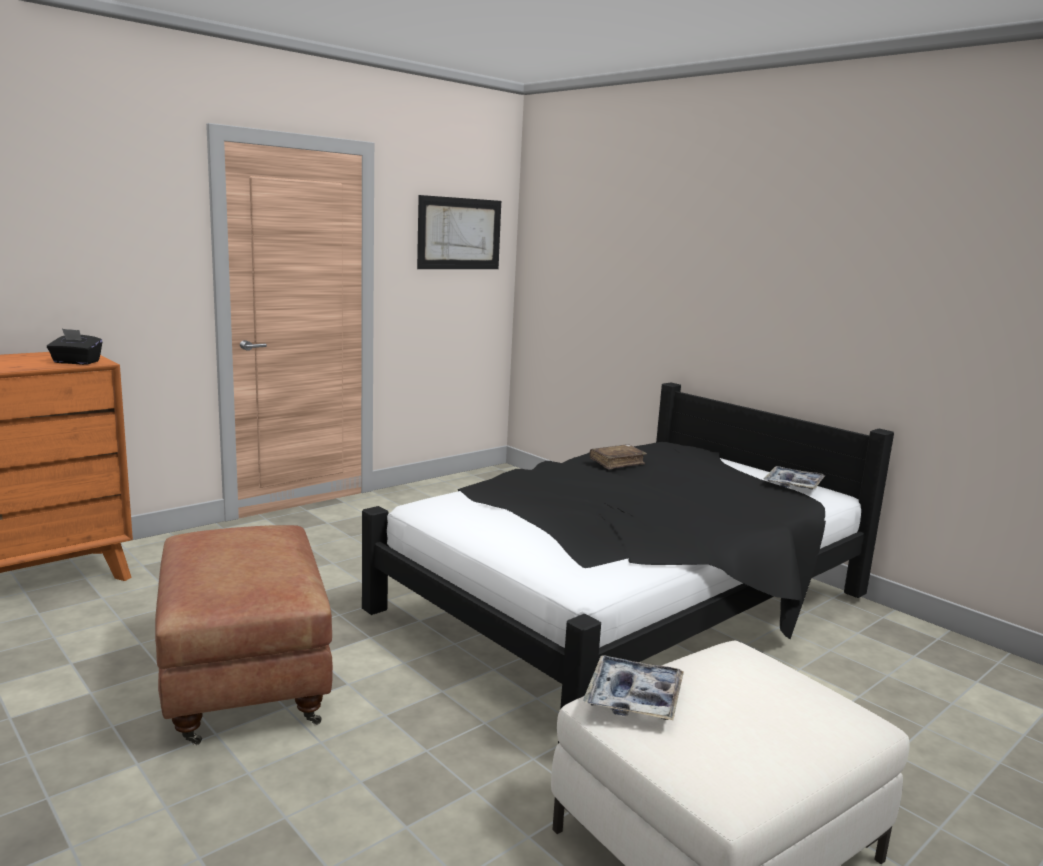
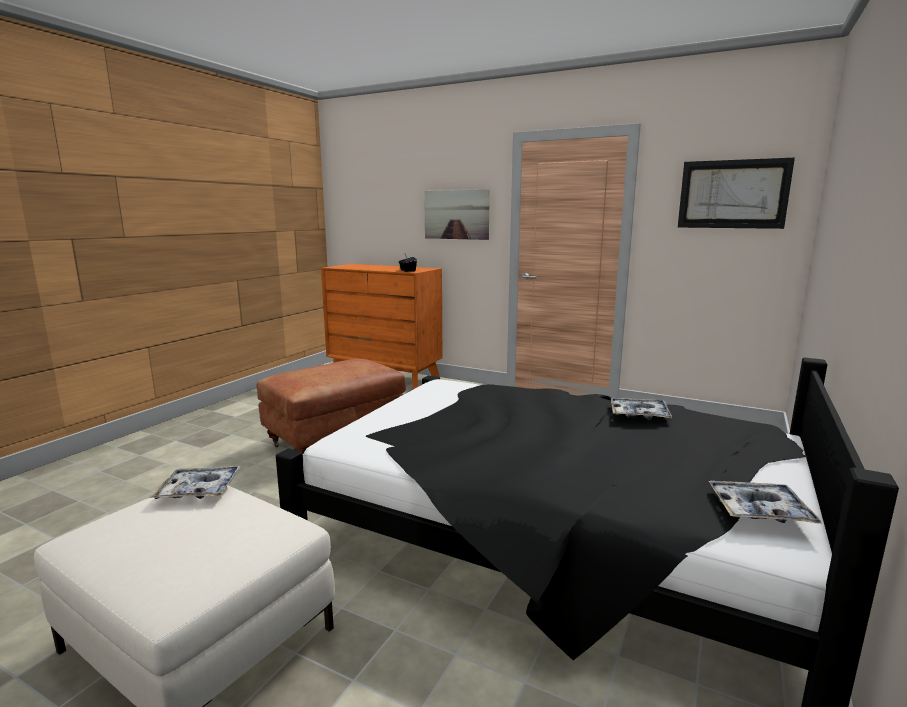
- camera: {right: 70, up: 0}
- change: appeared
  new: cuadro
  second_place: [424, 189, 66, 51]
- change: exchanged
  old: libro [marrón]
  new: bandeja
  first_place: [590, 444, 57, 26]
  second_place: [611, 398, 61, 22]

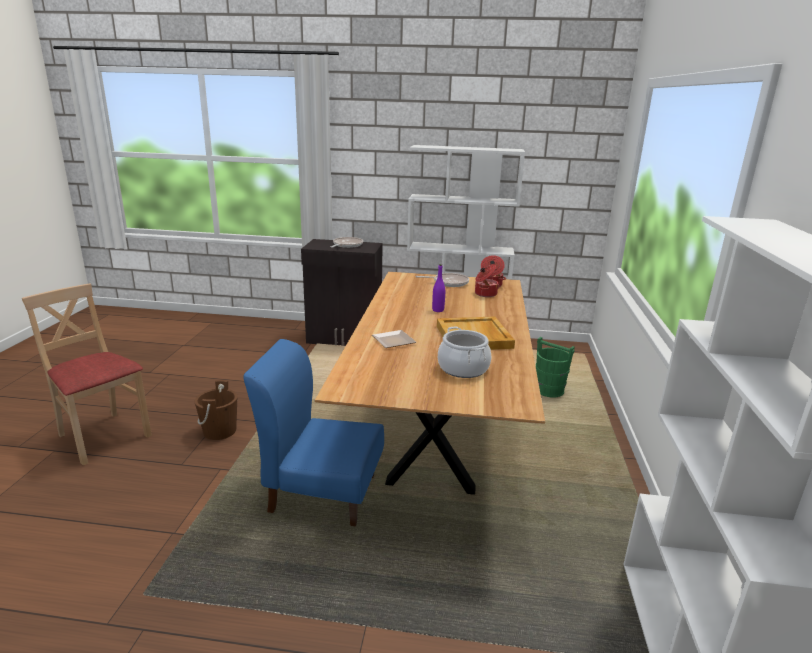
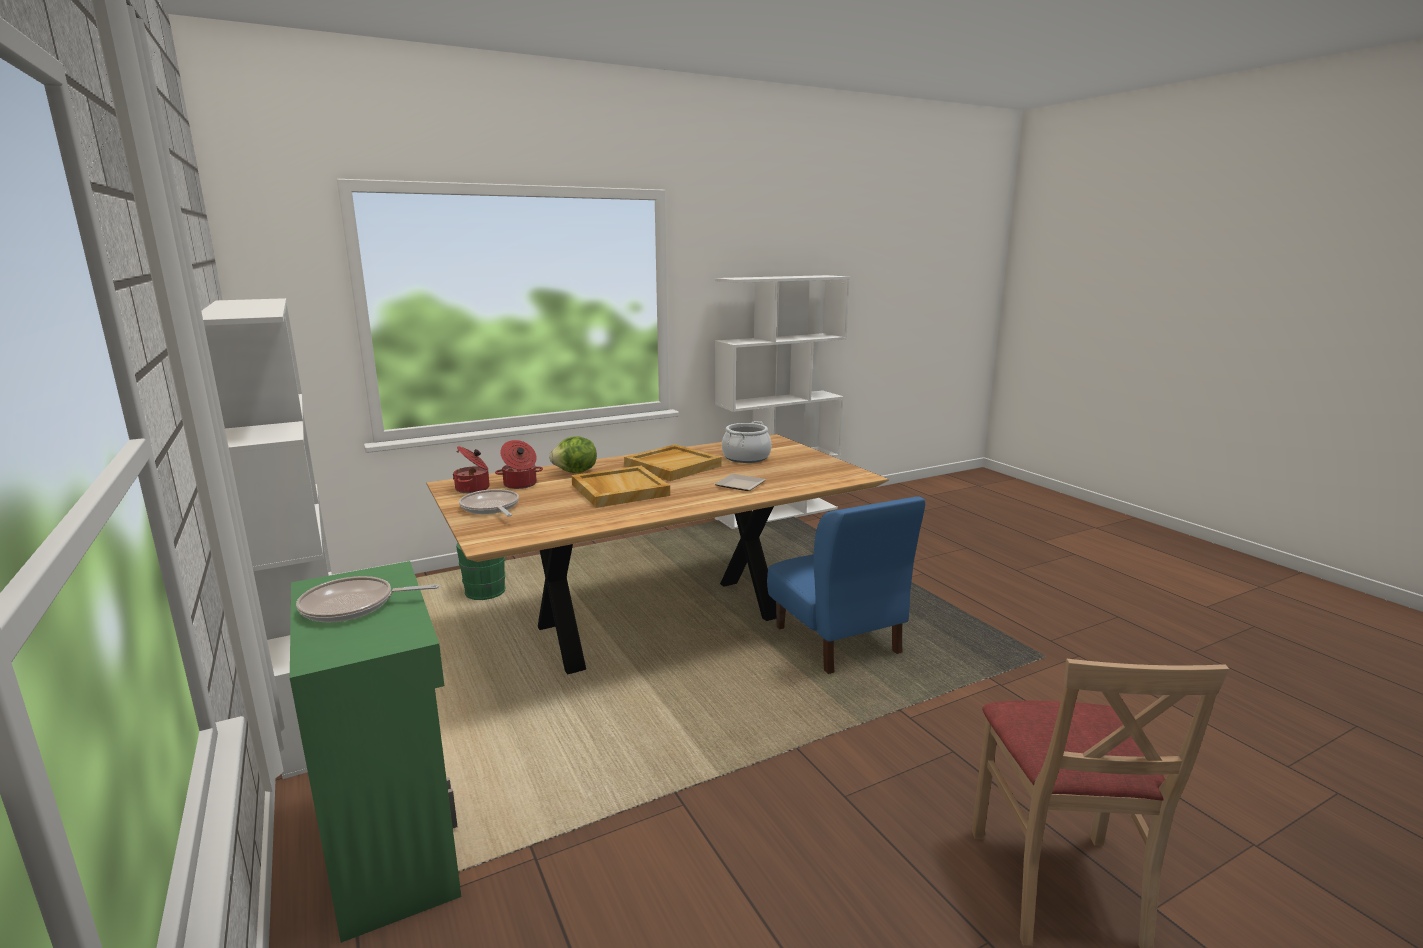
- camera: {right: -125, up: -5}
- change: missing
  old: cubo [marrón]
  first_place: [194, 380, 44, 60]
- change: appeared
  new: lechuga
  second_place: [549, 436, 48, 37]
- change: exchanged
  old: botella [morado]
  new: bandeja [beis]
  first_place: [432, 264, 13, 48]
  second_place: [572, 466, 98, 42]
- change: colour
  old: armario [negro]
  new: armario [verde]
  first_place: [301, 239, 82, 107]
  second_place: [290, 561, 171, 382]

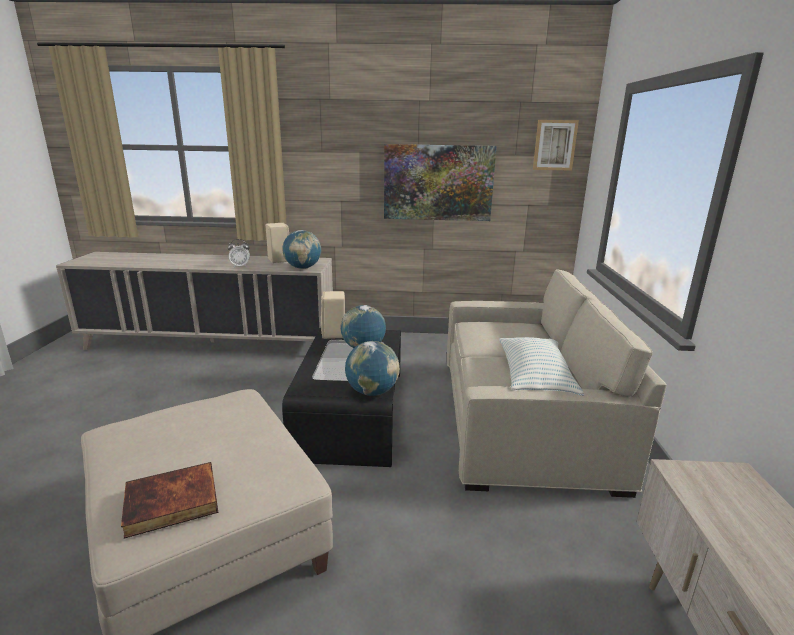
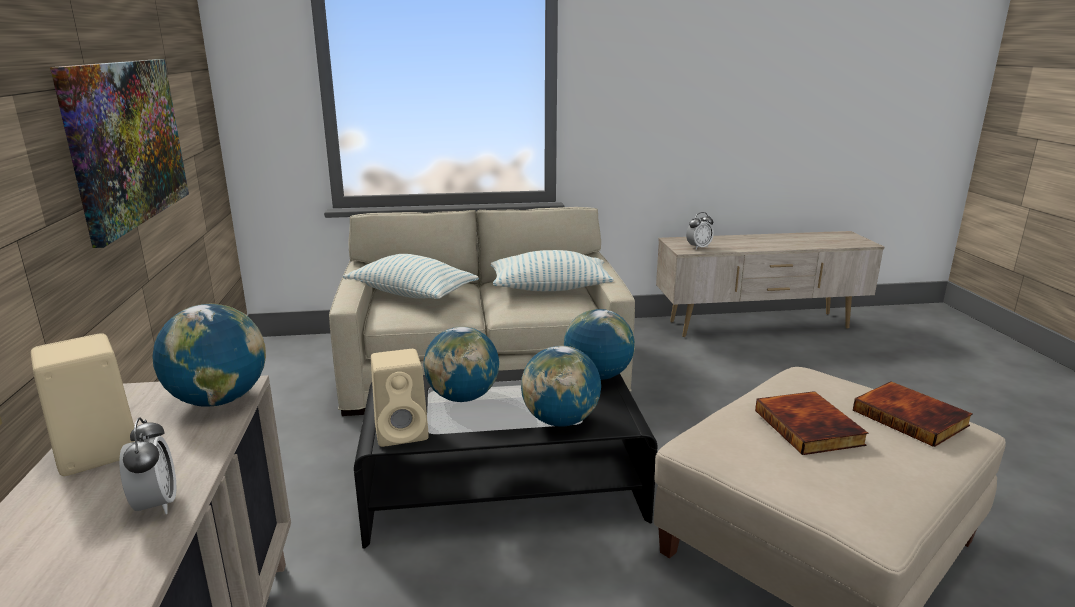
- camera: {right: -100, up: 0}
- change: missing
  old: cuadro
  first_place: [533, 120, 46, 51]
- change: appeared
  new: cojín
  second_place: [343, 254, 136, 45]
- change: appeared
  new: globo terráqueo
  second_place: [521, 346, 80, 81]
- change: appeared
  new: despertador
  second_place: [686, 212, 28, 37]
- change: appeared
  new: libro
  second_place: [755, 391, 113, 64]

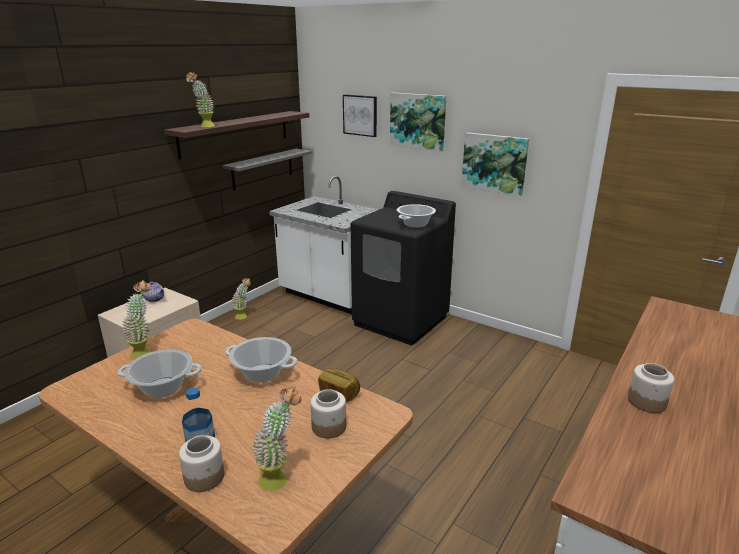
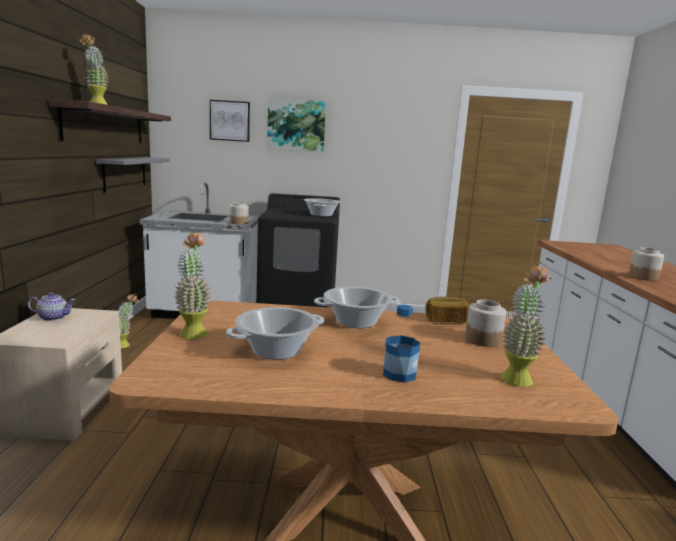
- camera: {right: -35, up: -10}
- change: missing
  old: cuadro
  first_place: [461, 132, 68, 64]
- change: relocated
  old: tarro
  first_place: [179, 435, 45, 57]
  second_place: [230, 202, 19, 22]

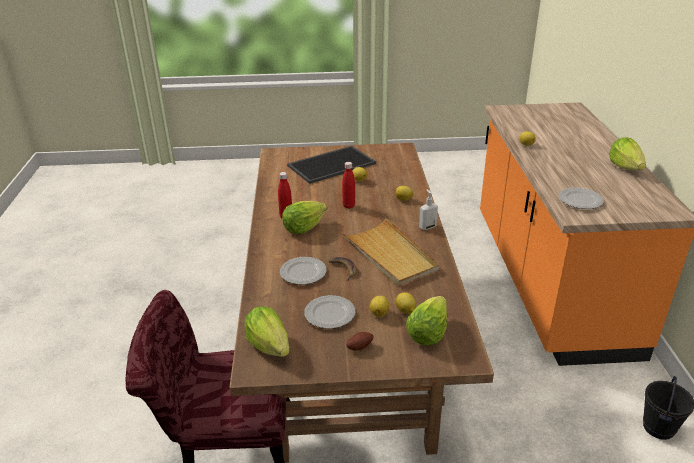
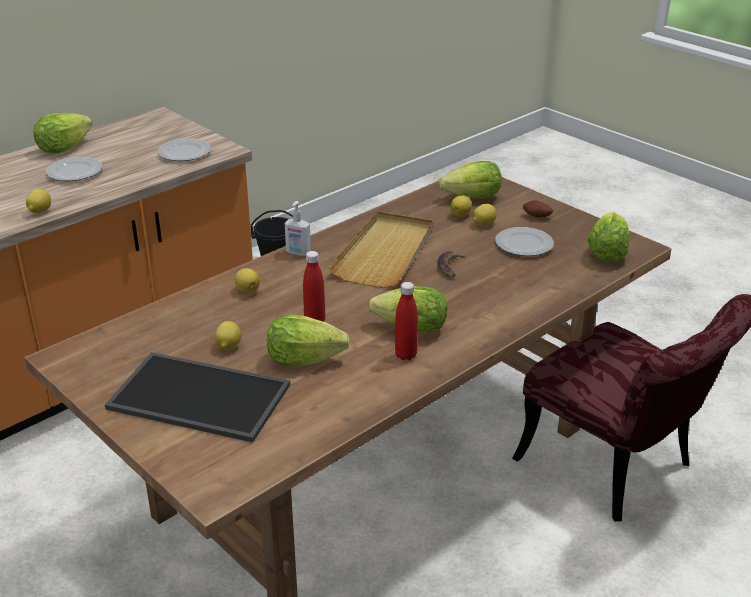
- camera: {right: -130, up: 0}
- change: appeared
  new: lechuga
  second_place: [267, 315, 83, 52]
- change: relocated
  old: plato
  first_place: [280, 257, 47, 28]
  second_place: [46, 157, 56, 24]

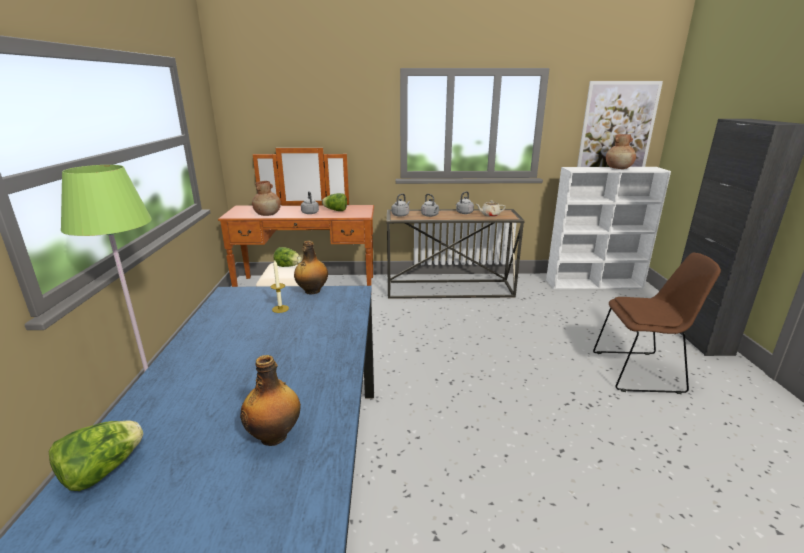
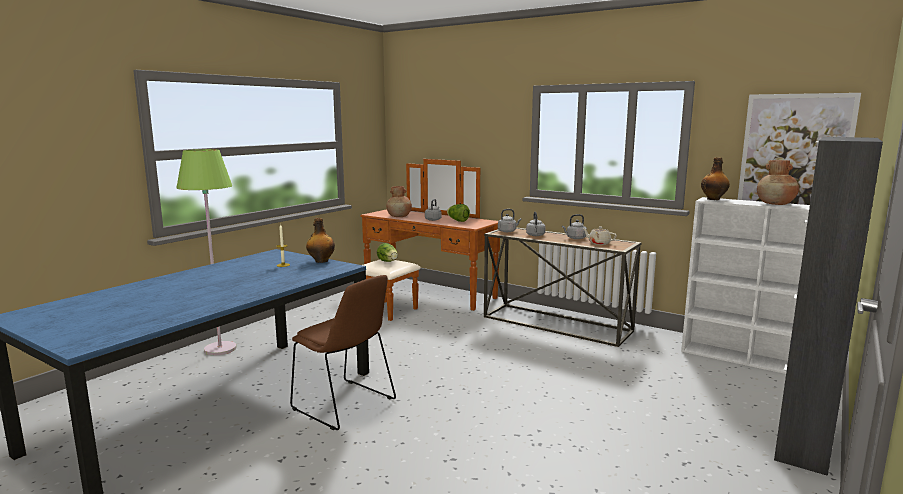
- camera: {right: 35, up: -10}
- change: missing
  old: lechuga
  first_place: [49, 420, 94, 71]
- change: relocated
  old: botella
  first_place: [240, 355, 61, 91]
  second_place: [701, 157, 29, 43]
- change: relocated
  old: silla [marrón]
  first_place: [593, 253, 128, 141]
  second_place: [290, 275, 106, 155]

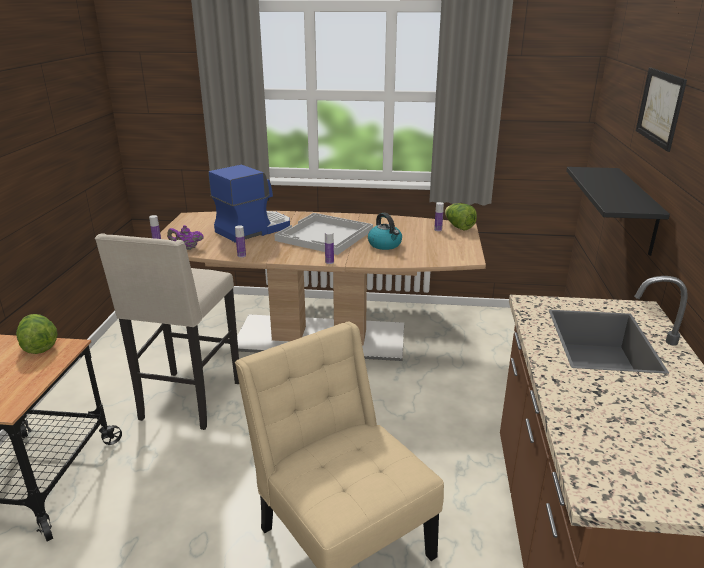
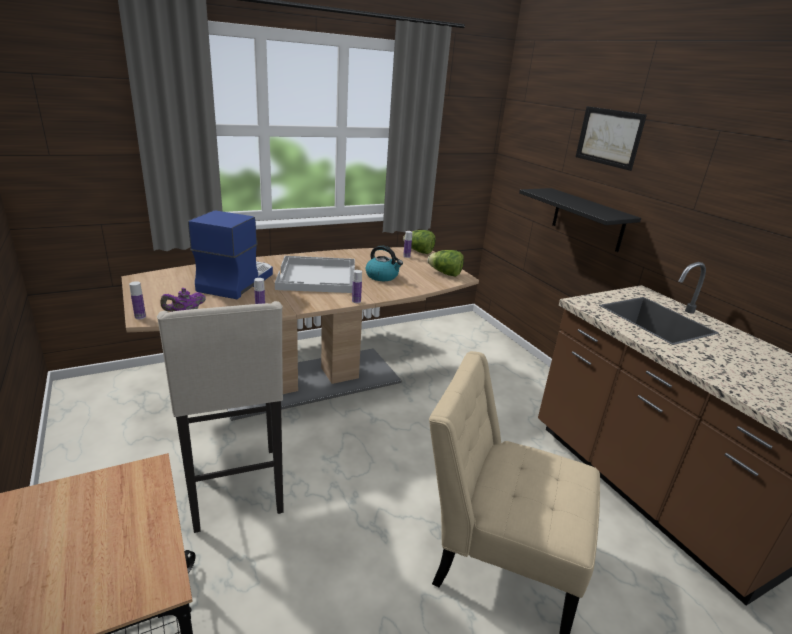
- camera: {right: -35, up: 0}
- change: relocated
  old: lechuga
  first_place: [16, 314, 42, 40]
  second_place: [428, 250, 36, 27]

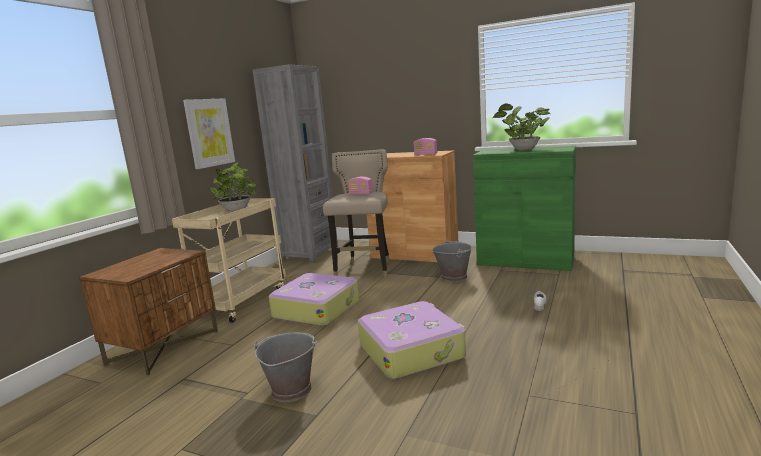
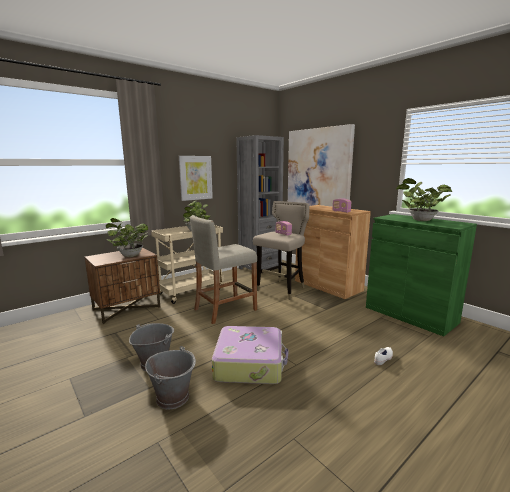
- camera: {right: 25, up: 0}
- change: appeared
  new: planta en maceta
  second_place: [106, 218, 42, 39]
- change: appeared
  new: cuadro
  second_place: [288, 124, 67, 83]
- change: relocated
  old: cubo [gris]
  first_place: [432, 239, 41, 43]
  second_place: [145, 346, 51, 63]
- change: exchanged
  old: maleta
  new: taburete [beis]
  first_place: [269, 273, 90, 53]
  second_place: [190, 215, 67, 109]

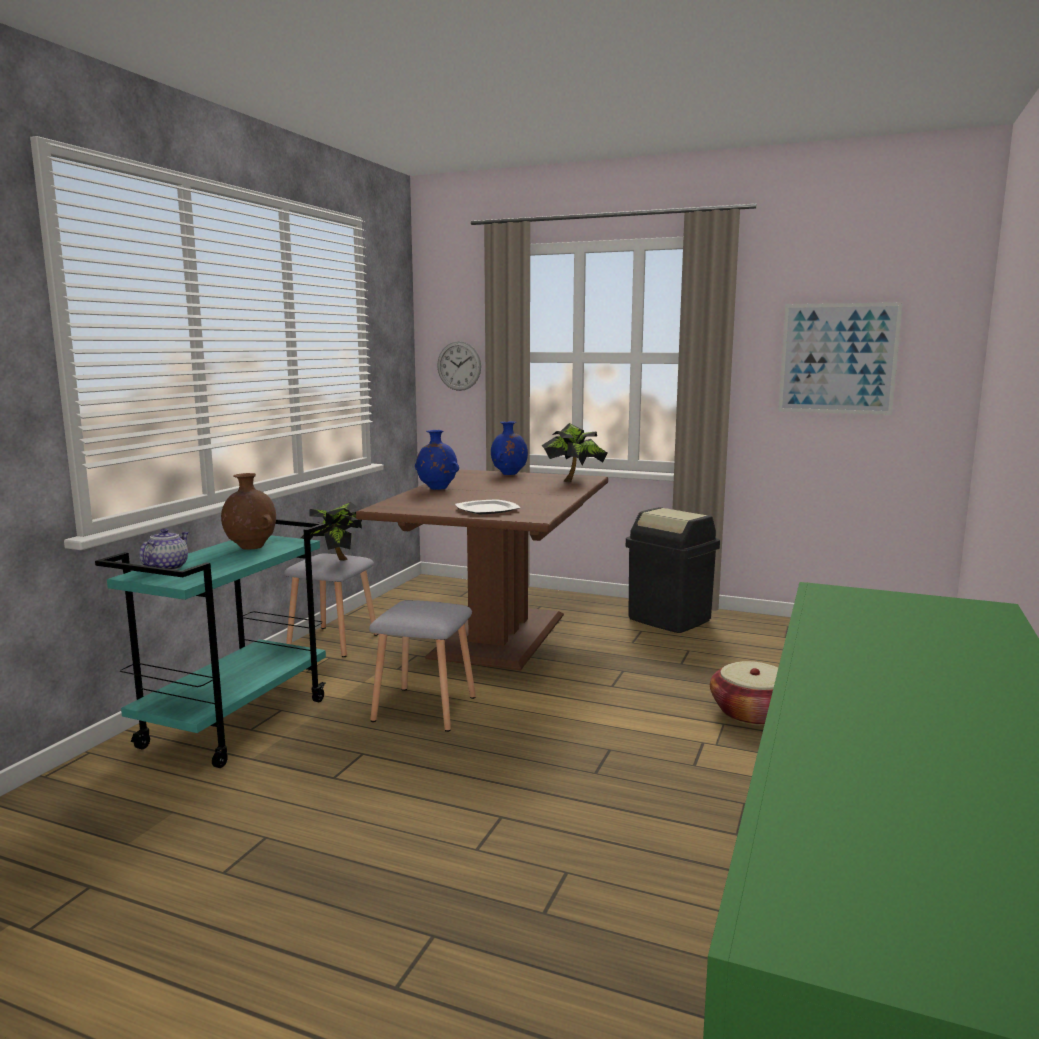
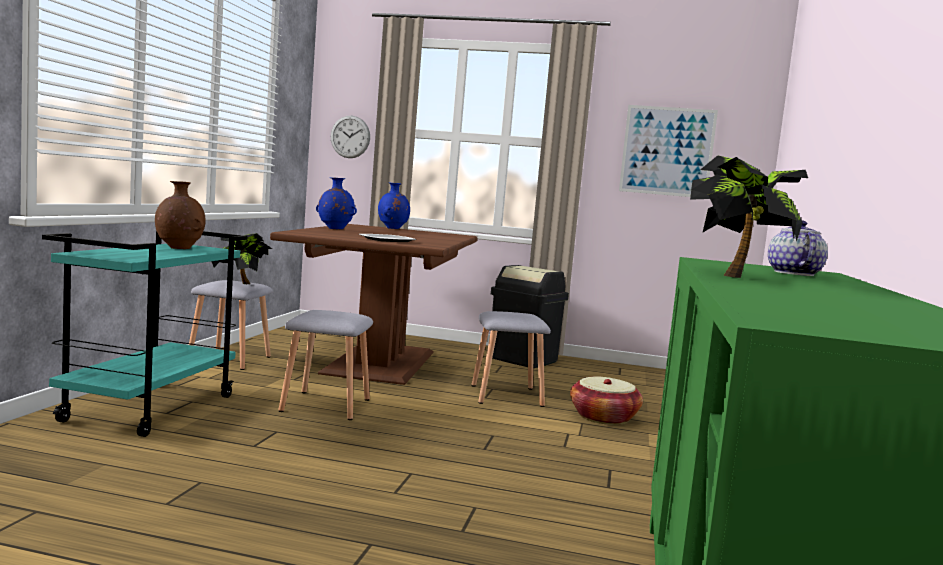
- camera: {right: -10, up: -5}
- change: appeared
  new: taburete [gris]
  second_place: [471, 311, 80, 96]
- change: relocated
  old: tetera
  first_place: [139, 528, 50, 42]
  second_place: [768, 220, 60, 56]
- change: relocated
  old: planta en maceta
  first_place: [541, 423, 66, 59]
  second_place: [690, 155, 118, 123]

